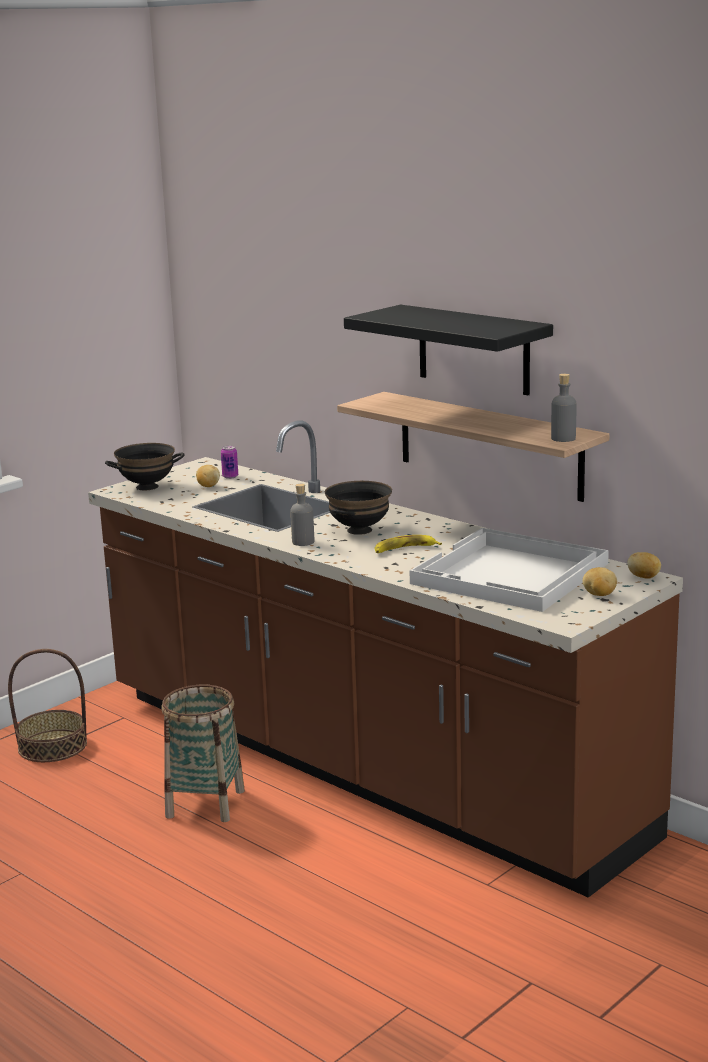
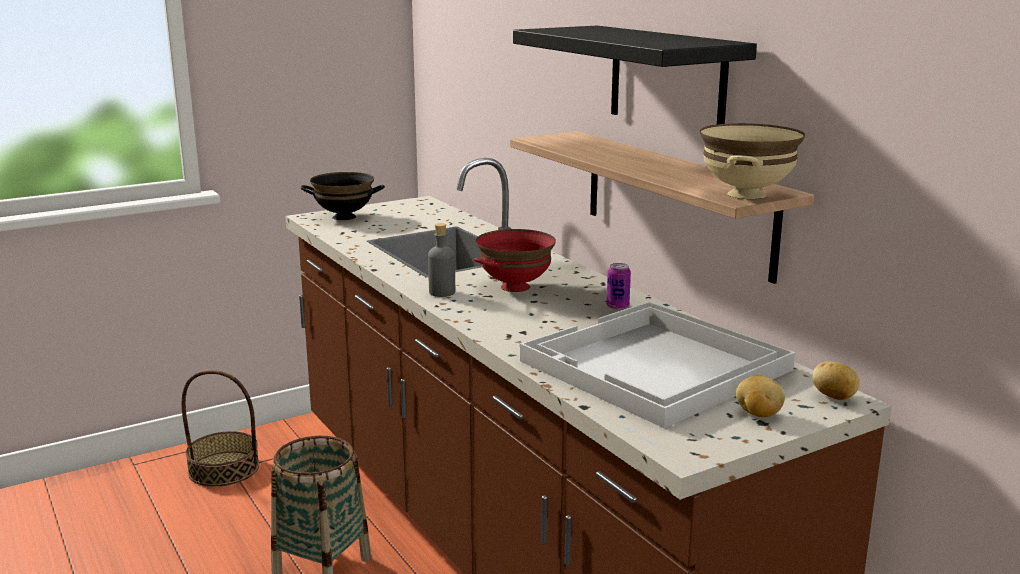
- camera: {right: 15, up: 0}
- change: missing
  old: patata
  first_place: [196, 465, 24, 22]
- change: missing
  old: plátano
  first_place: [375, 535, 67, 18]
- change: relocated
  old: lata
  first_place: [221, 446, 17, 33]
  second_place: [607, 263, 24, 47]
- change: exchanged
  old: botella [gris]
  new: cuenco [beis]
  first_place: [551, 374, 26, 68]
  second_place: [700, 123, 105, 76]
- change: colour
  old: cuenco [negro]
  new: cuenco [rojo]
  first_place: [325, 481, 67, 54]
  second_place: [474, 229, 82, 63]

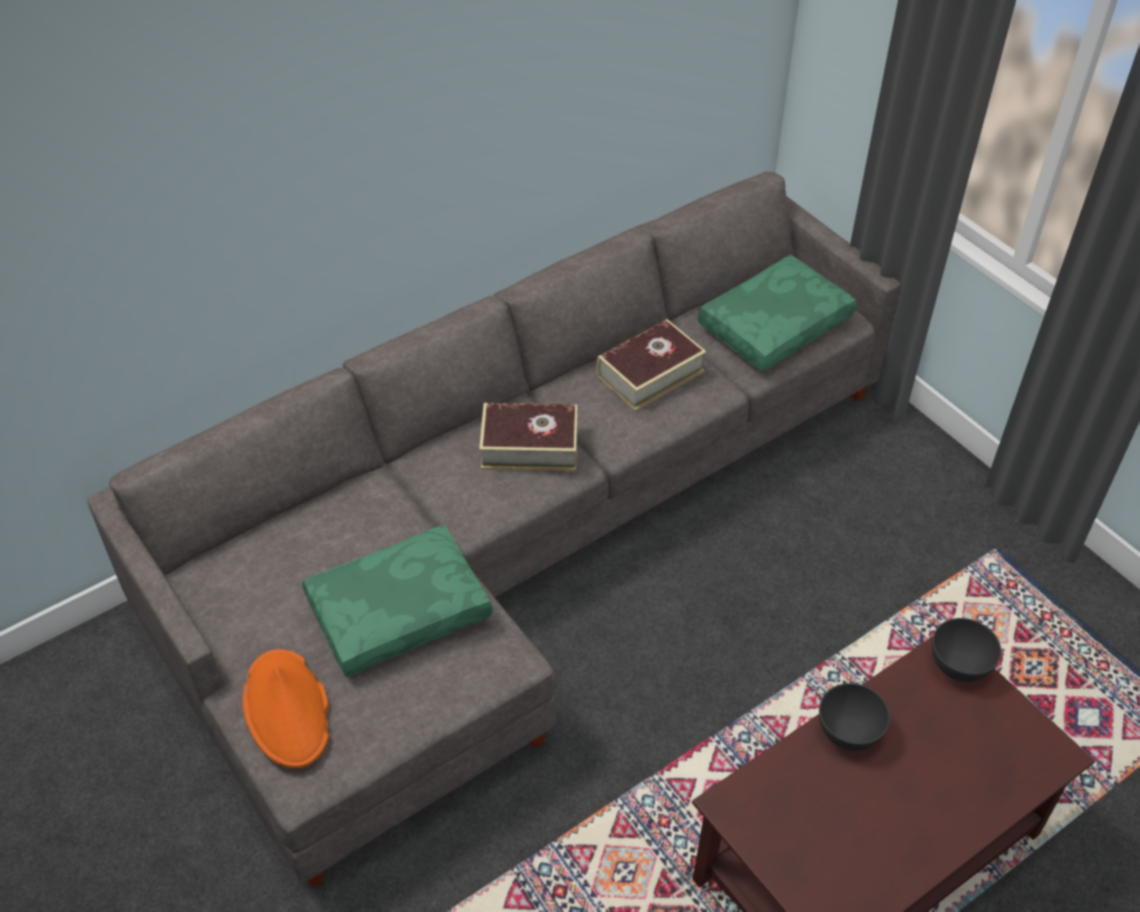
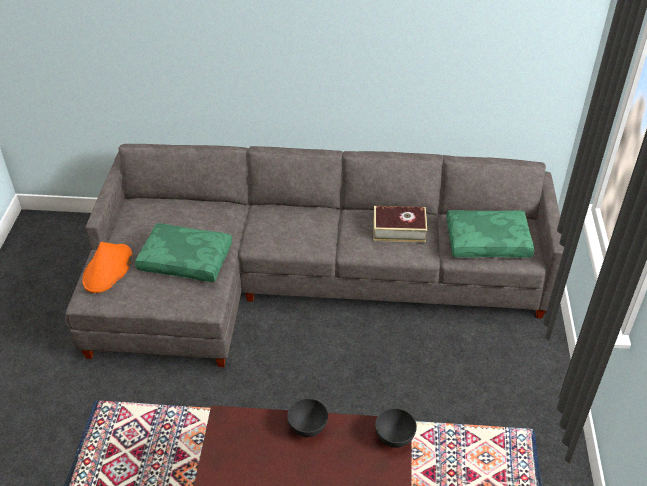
- camera: {right: 40, up: -5}
- change: missing
  old: libro
  first_place: [479, 403, 99, 68]

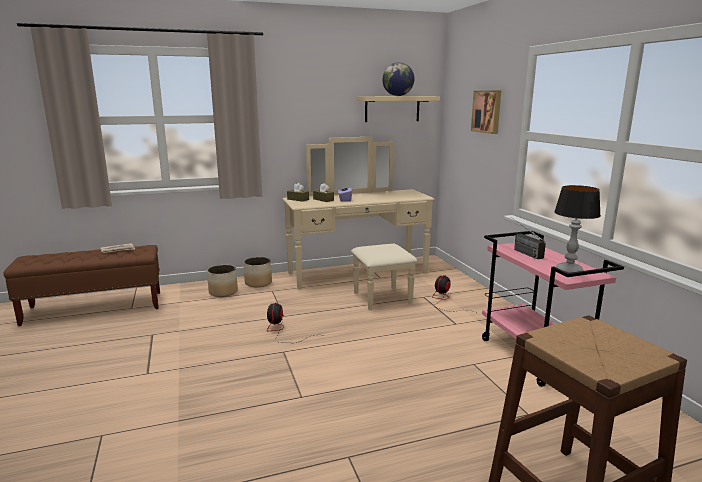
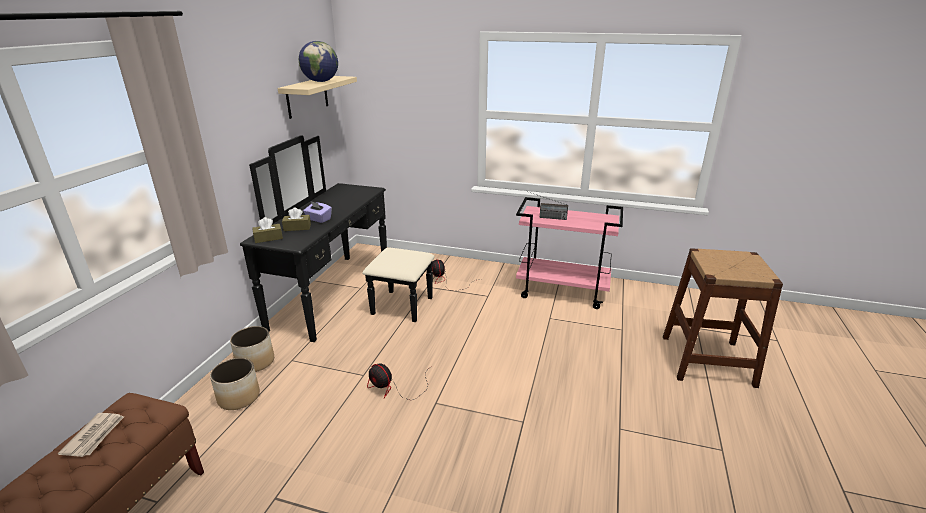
- camera: {right: -55, up: 10}
- change: missing
  old: cuadro
  first_place: [471, 90, 30, 44]
- change: missing
  old: lámpara de mesa
  first_place: [554, 185, 47, 88]
- change: colour
  old: cómoda [beis]
  new: cómoda [negro]
  first_place: [282, 137, 153, 173]
  second_place: [240, 135, 195, 207]

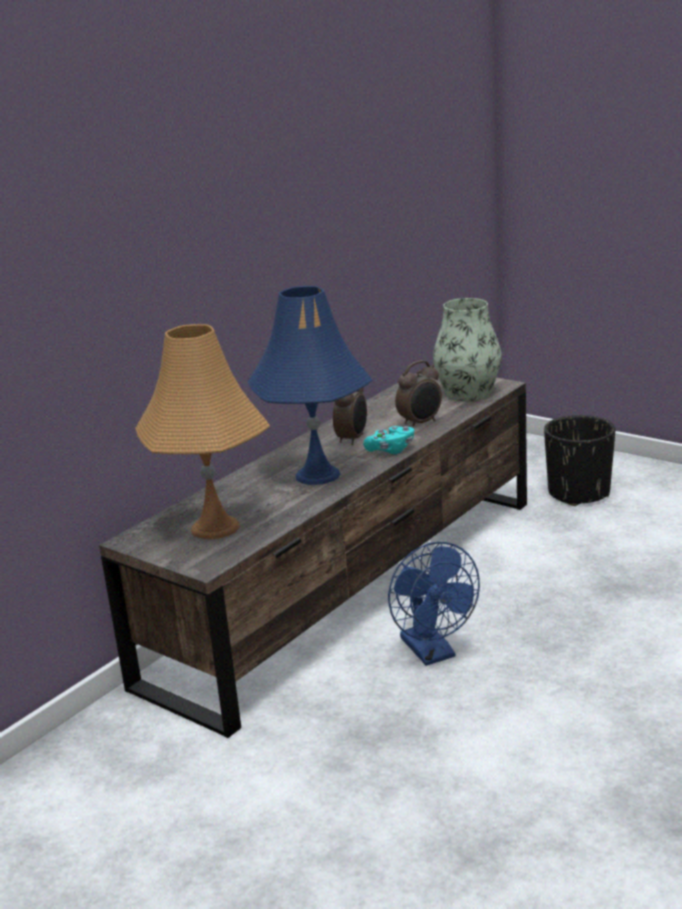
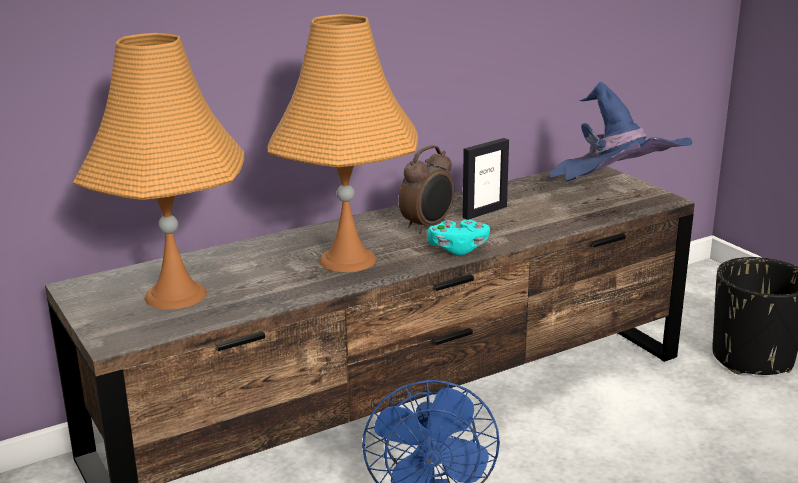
- camera: {right: 20, up: 0}
- change: missing
  old: despertador
  first_place: [395, 360, 47, 68]
- change: appeared
  new: portarretratos
  second_place: [462, 138, 47, 82]
- change: exchanged
  old: florero
  new: sombrero [azul]
  first_place: [433, 298, 68, 103]
  second_place: [548, 82, 144, 100]
- change: colour
  old: lámpara de mesa [azul]
  new: lámpara de mesa [naranja]
  first_place: [248, 286, 124, 199]
  second_place: [267, 14, 151, 258]

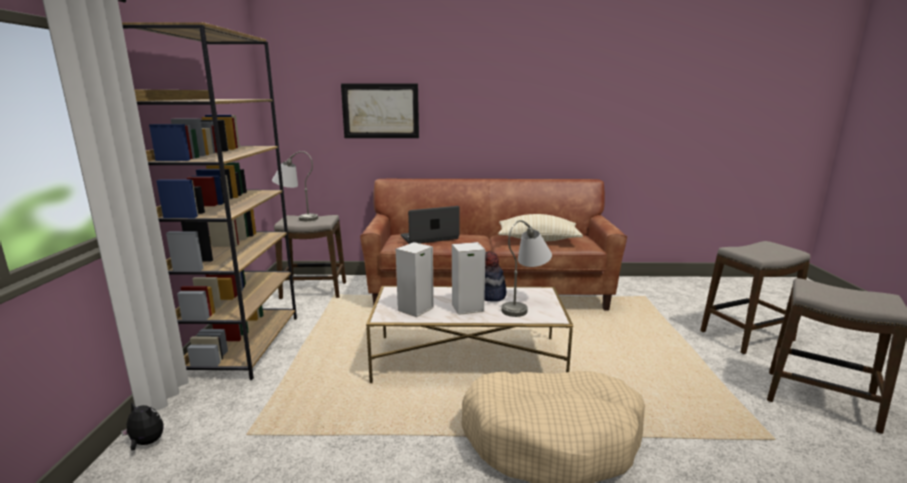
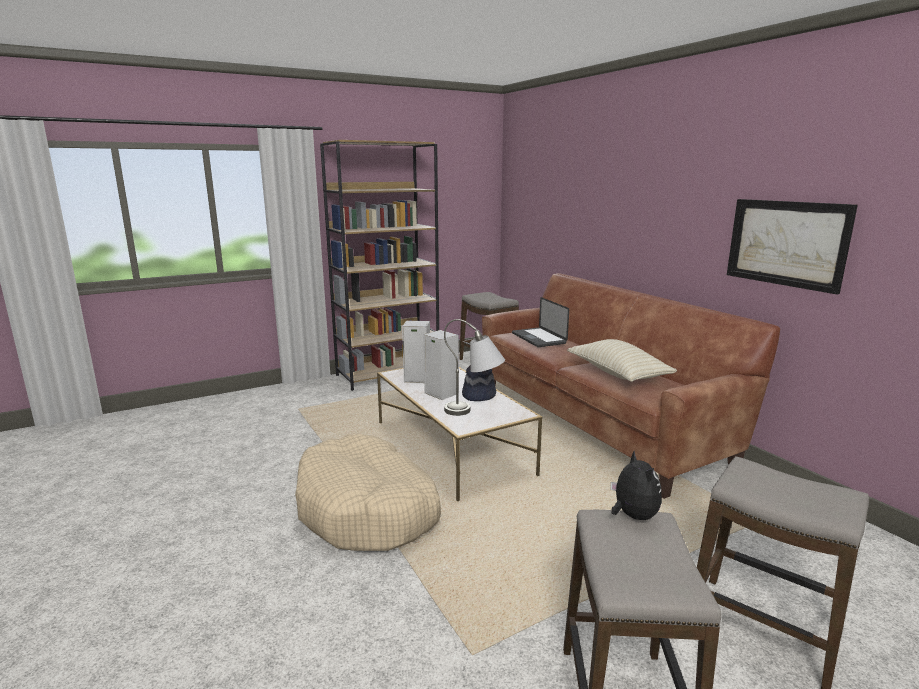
- camera: {right: 60, up: 0}
- change: missing
  old: lámpara de mesa [gris]
  first_place: [272, 151, 46, 70]
- change: relocated
  old: peluche
  first_place: [121, 402, 43, 49]
  second_place: [611, 451, 51, 69]
- change: relocated
  old: cuadro
  first_place: [341, 84, 78, 54]
  second_place: [727, 199, 131, 95]
- change: spun
  old: portátil
  first_place: [401, 206, 59, 38]
  second_place: [512, 297, 57, 50]
  degrees: -150

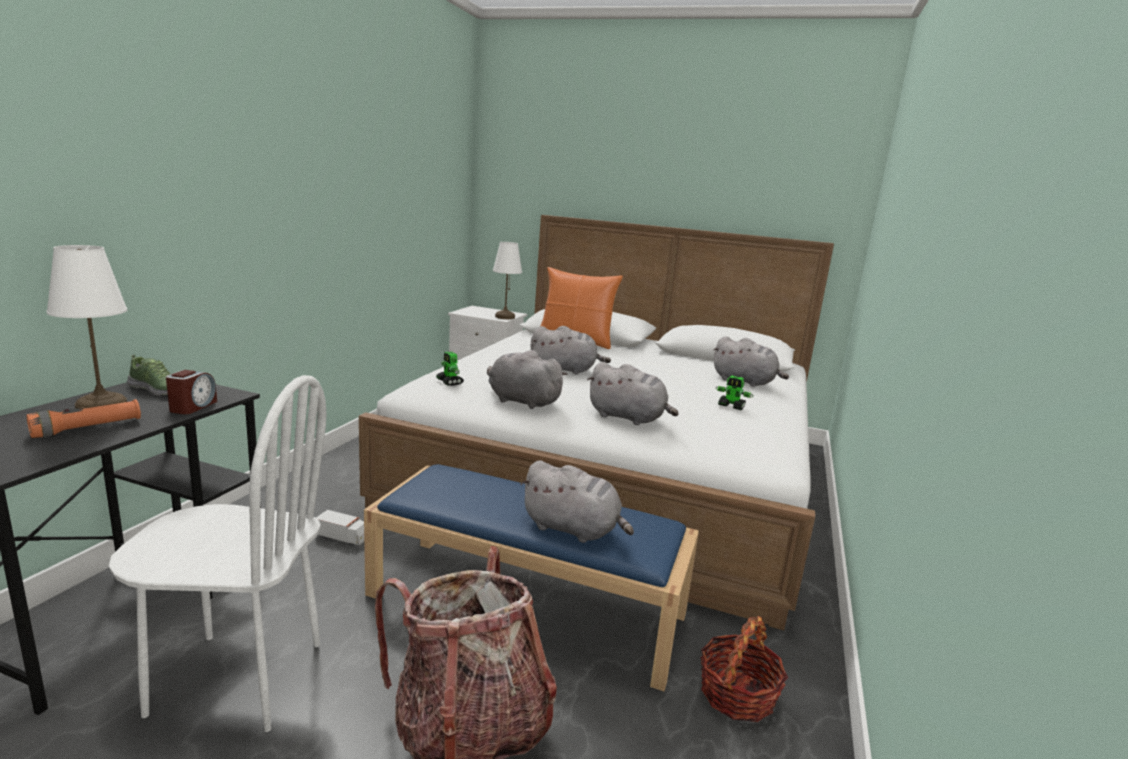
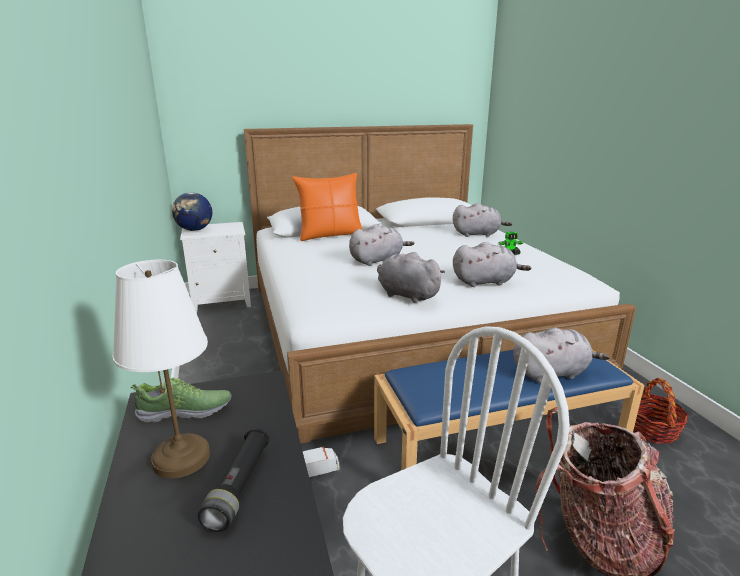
- camera: {right: -35, up: 5}
- change: missing
  old: despertador
  first_place: [166, 370, 51, 44]
- change: missing
  old: robot de juguete
  first_place: [436, 351, 28, 35]
- change: missing
  old: lámpara de mesa [blanco]
  first_place: [493, 242, 29, 77]
- change: appeared
  new: globo terráqueo
  second_place: [172, 192, 40, 39]
- change: colour
  old: linterna [naranja]
  new: linterna [negro]
  first_place: [26, 399, 115, 39]
  second_place: [198, 428, 71, 104]
- change: spun
  old: peluche [gris]
  first_place: [487, 350, 81, 59]
  second_place: [377, 252, 68, 51]
  degrees: 45

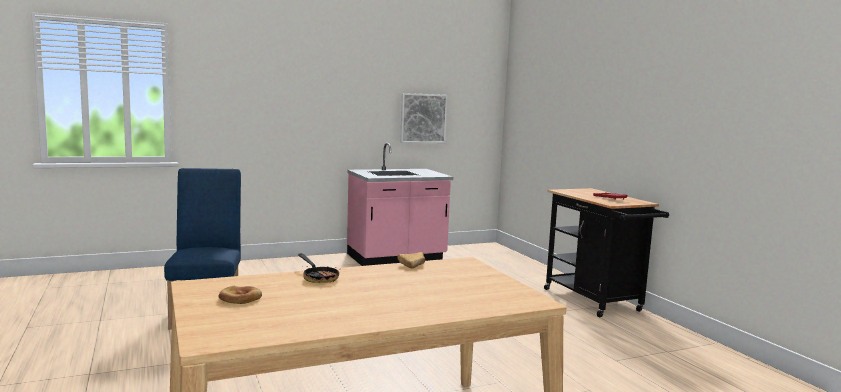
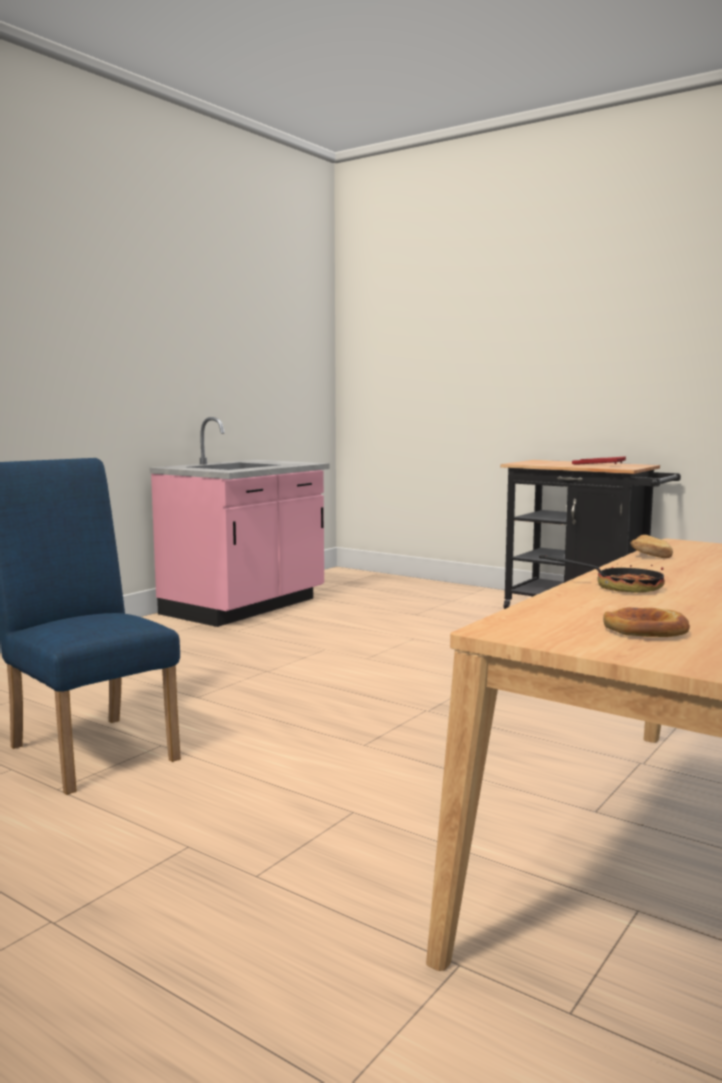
- camera: {right: -30, up: 0}
- change: missing
  old: cuadro
  first_place: [400, 93, 48, 50]

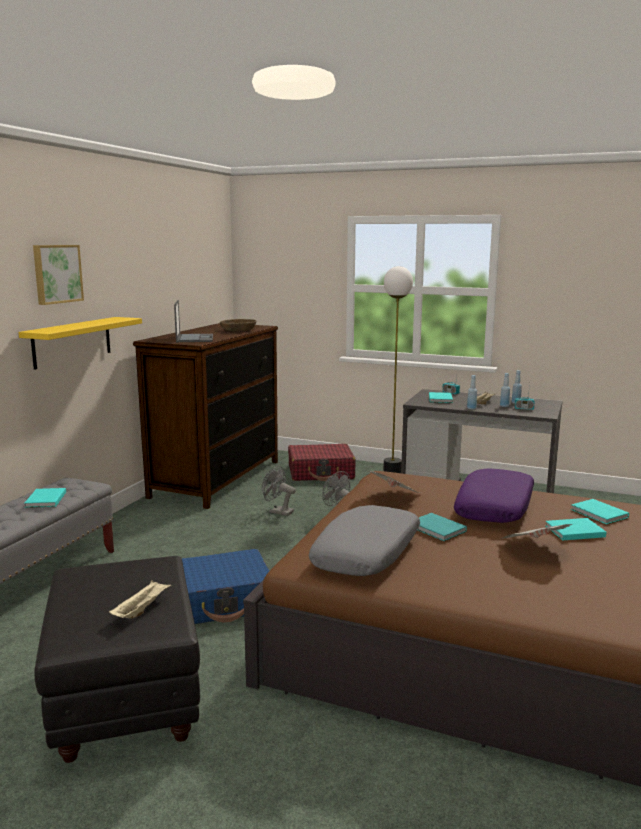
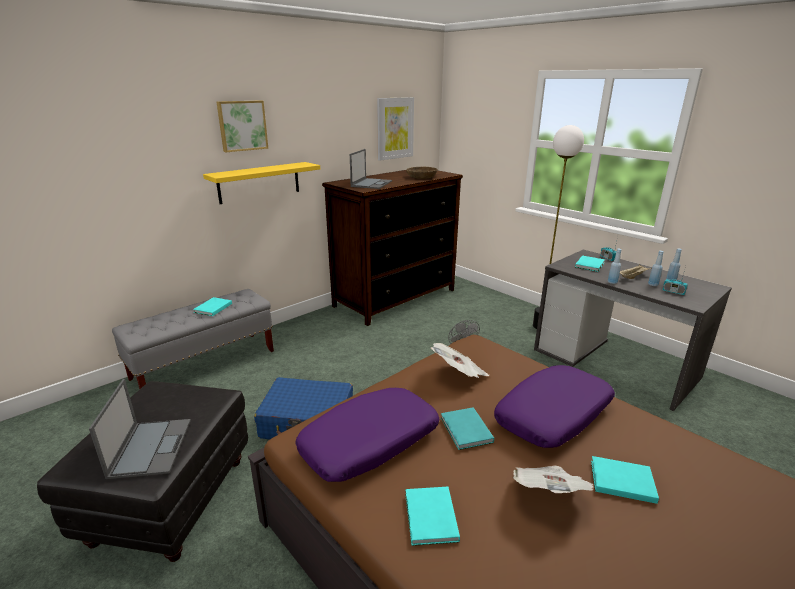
- camera: {right: 25, up: 10}
- change: missing
  old: ventilador [gris]
  first_place: [262, 466, 34, 50]
- change: missing
  old: maleta [rojo]
  first_place: [288, 444, 68, 37]
- change: appeared
  new: cuadro
  second_place: [377, 97, 37, 64]
- change: relocated
  old: libro [turquesa]
  first_place: [571, 499, 58, 25]
  second_place: [405, 487, 55, 59]
- change: exchanged
  old: bandeja [beis]
  new: portátil
  first_place: [109, 580, 62, 39]
  second_place: [89, 379, 102, 100]
- change: colour
  old: cojín [gris]
  new: cojín [morado]
  first_place: [309, 505, 111, 71]
  second_place: [295, 388, 144, 94]

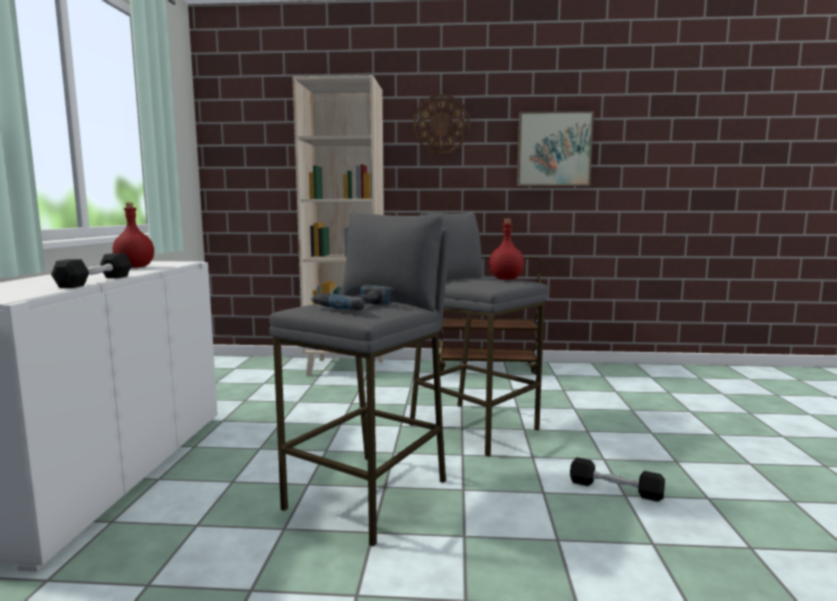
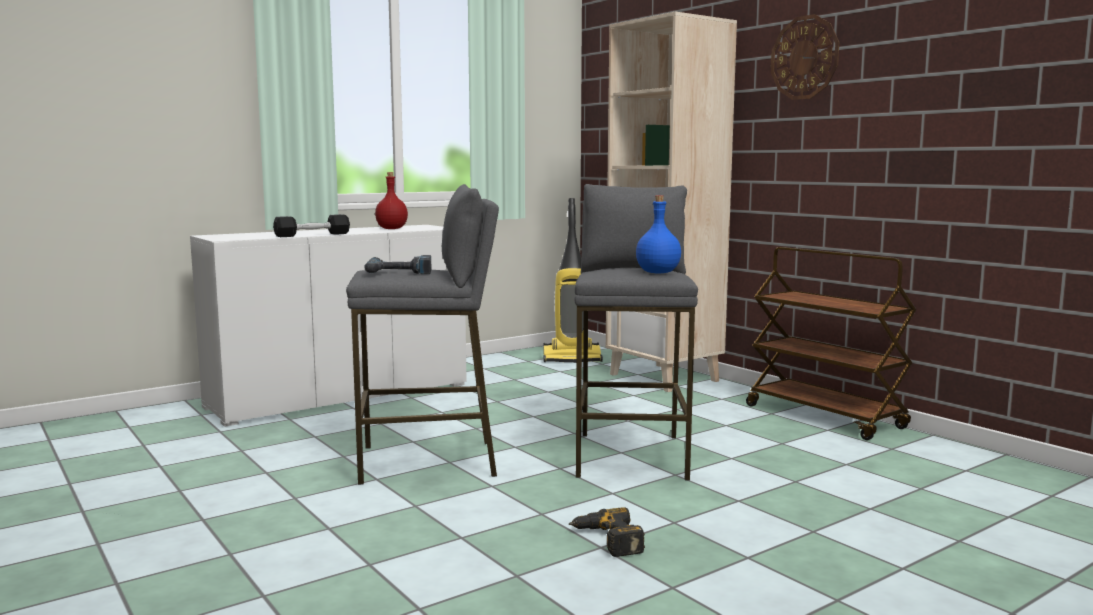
- camera: {right: 50, up: 0}
- change: missing
  old: cuadro
  first_place: [517, 111, 77, 75]
- change: appeared
  new: aspiradora
  second_place: [543, 198, 60, 165]
- change: exchanged
  old: mancuerna [negro]
  new: taladro
  first_place: [570, 457, 95, 45]
  second_place: [569, 507, 76, 50]
- change: colour
  old: botella [rojo]
  new: botella [azul]
  first_place: [489, 219, 35, 61]
  second_place: [636, 195, 45, 79]

